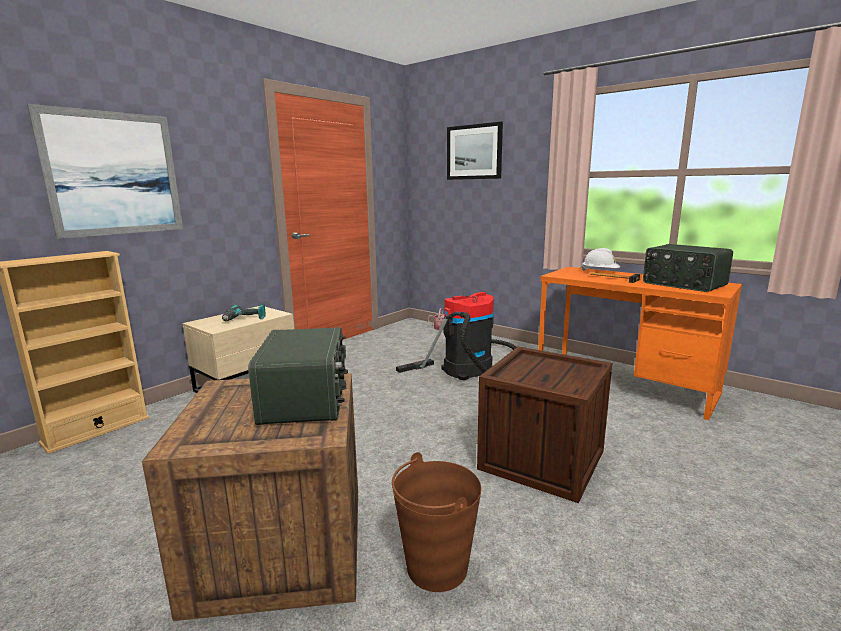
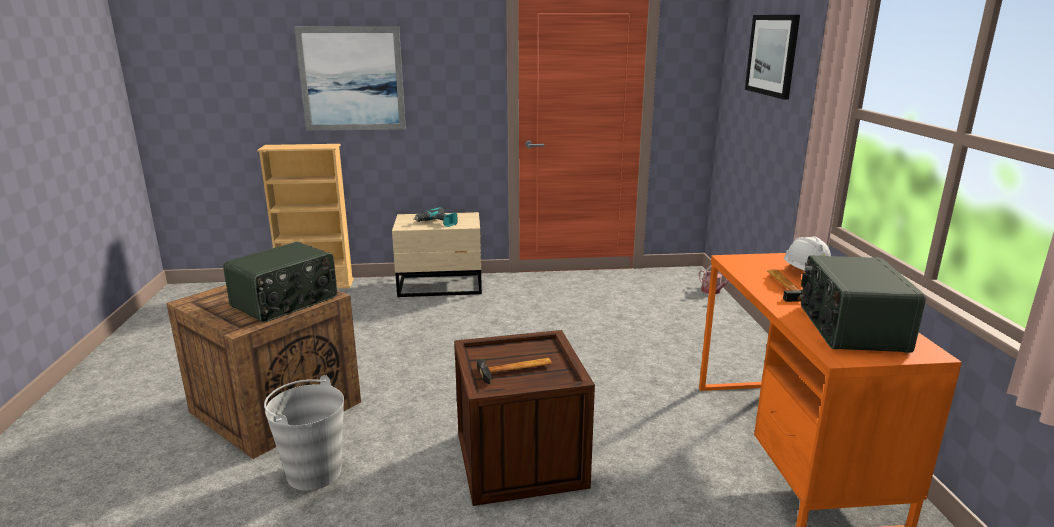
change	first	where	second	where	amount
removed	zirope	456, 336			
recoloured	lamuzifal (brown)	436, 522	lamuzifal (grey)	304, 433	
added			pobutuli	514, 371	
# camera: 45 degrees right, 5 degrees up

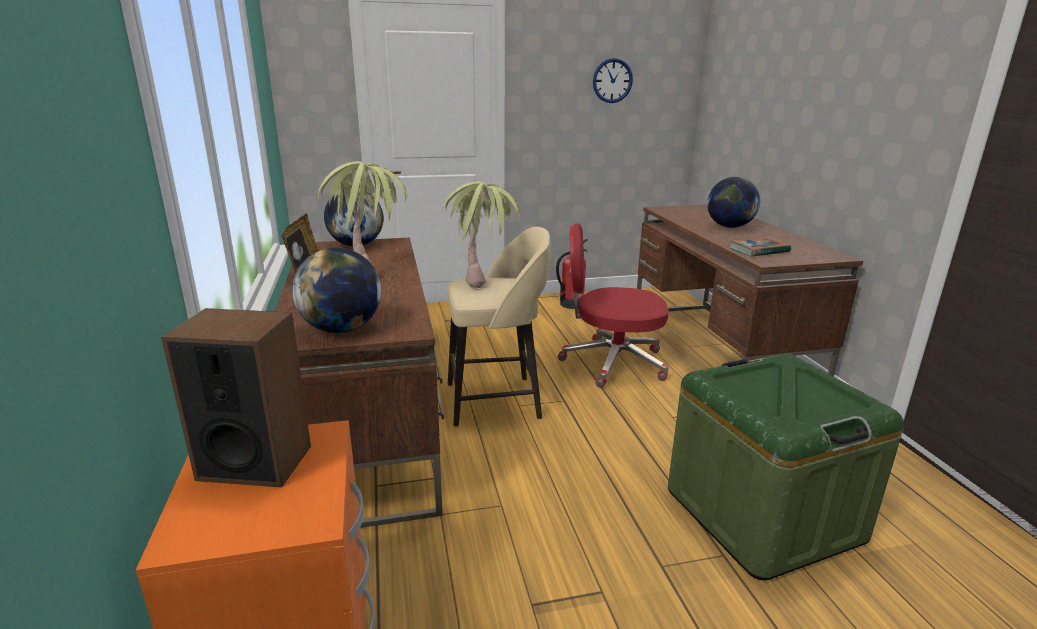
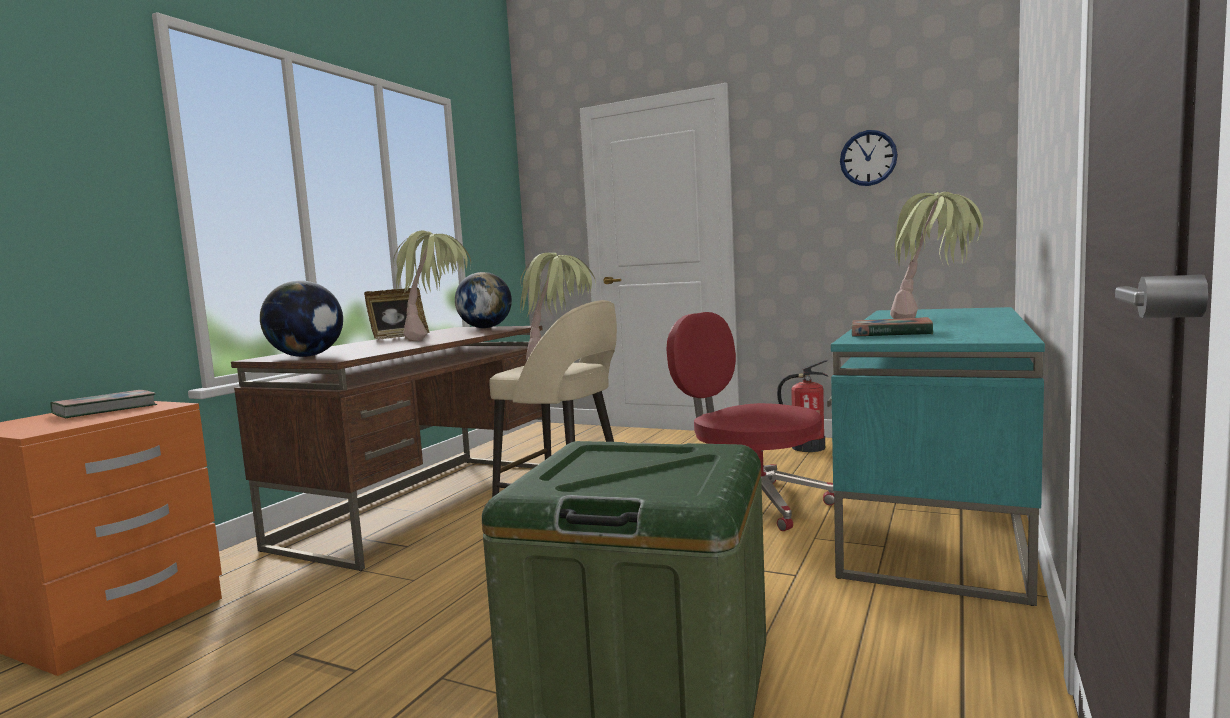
change	first	where	second	where	amount
replaced	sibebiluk	733, 202	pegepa	936, 255	
recoloured	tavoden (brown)	750, 291	tavoden (turquoise)	936, 456	
replaced	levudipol	236, 397	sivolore	103, 404	
# camera: 40 degrees right, 15 degrees down

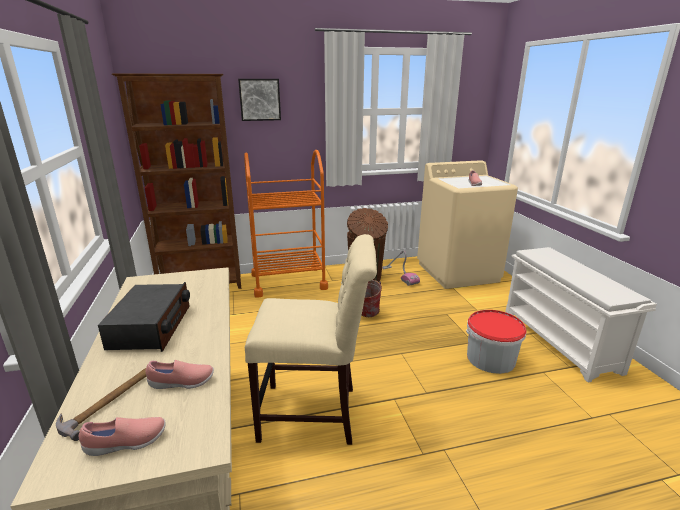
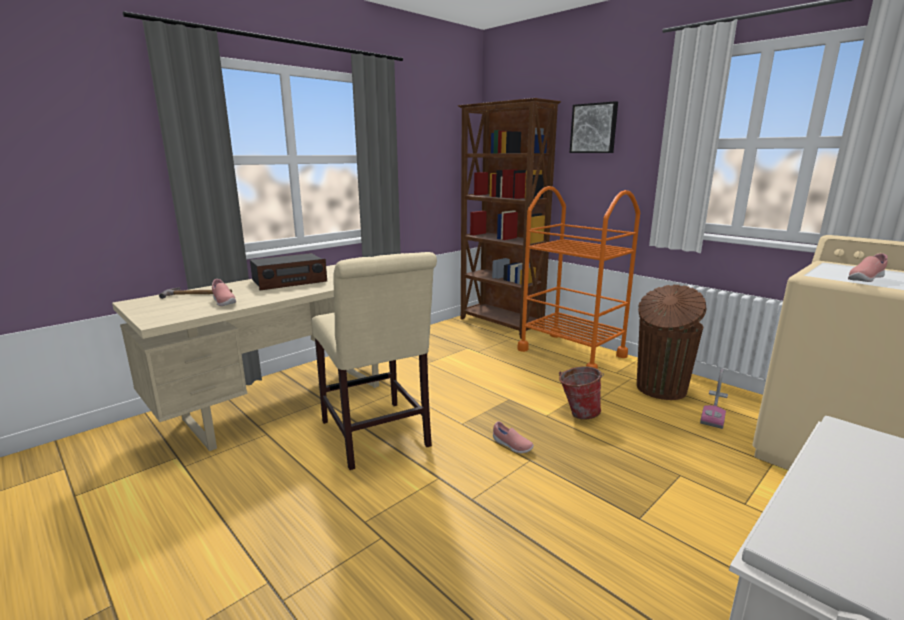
change	first	where	second	where	amount
removed	lamuzifal	496, 342			
moved	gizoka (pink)	122, 436		513, 437	
# camera: 60 degrees right, 5 degrees down

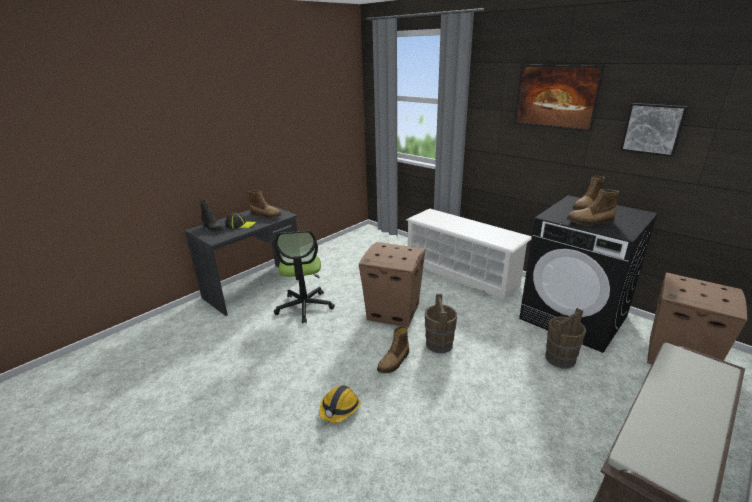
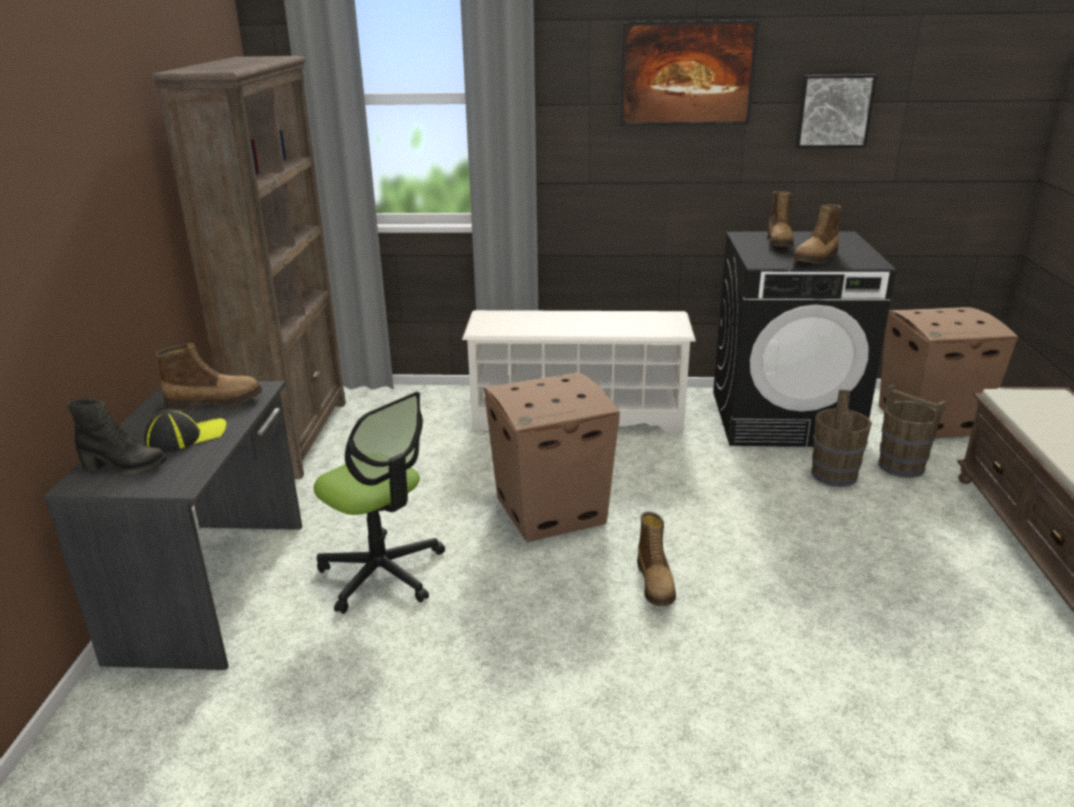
change	first	where	second	where	amount
moved	lamuzifal (brown)	441, 323		912, 431	
removed	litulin	340, 404			
added			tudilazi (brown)	249, 267	
# camera: 40 degrees left, 0 degrees up

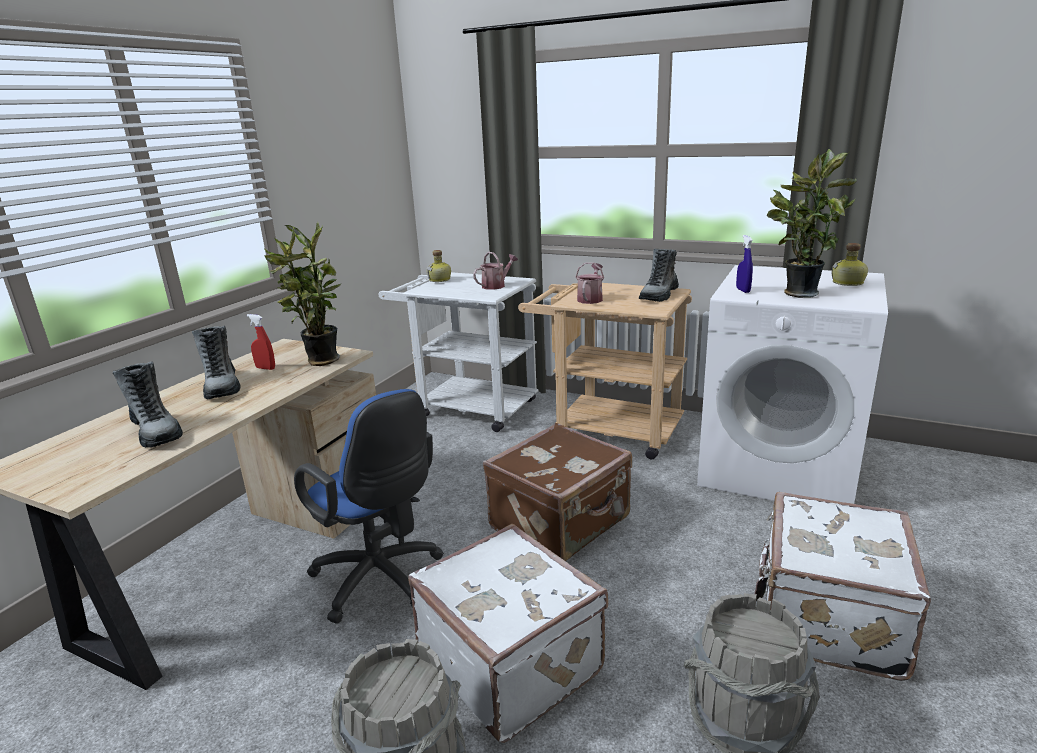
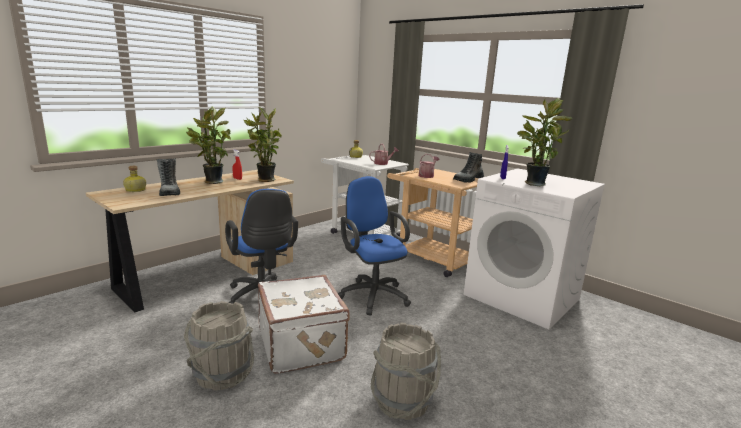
change	first	where	second	where	amount
moved	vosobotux	849, 264		134, 179	
replaced	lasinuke	216, 362	pegepa	208, 145	
replaced	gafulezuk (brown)	557, 492	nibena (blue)	374, 245	
removed	gafulezuk (white)	842, 586			
# camera: 15 degrees right, 5 degrees down

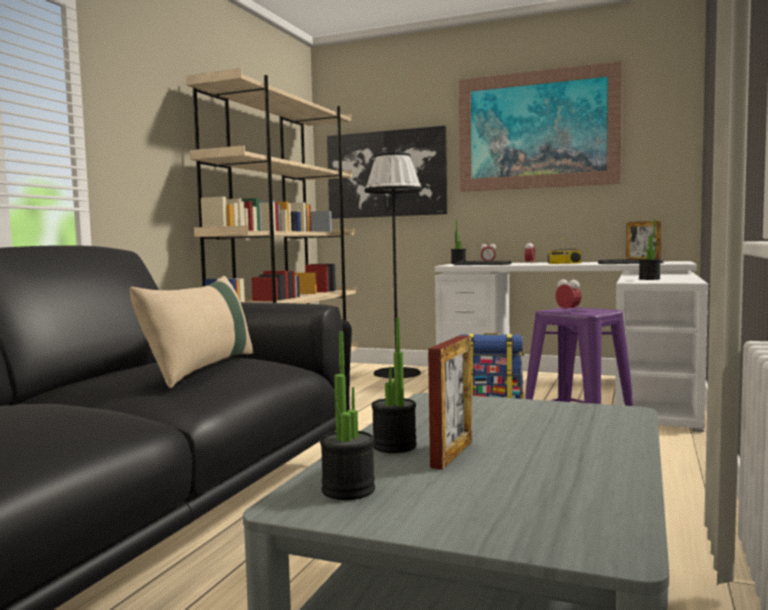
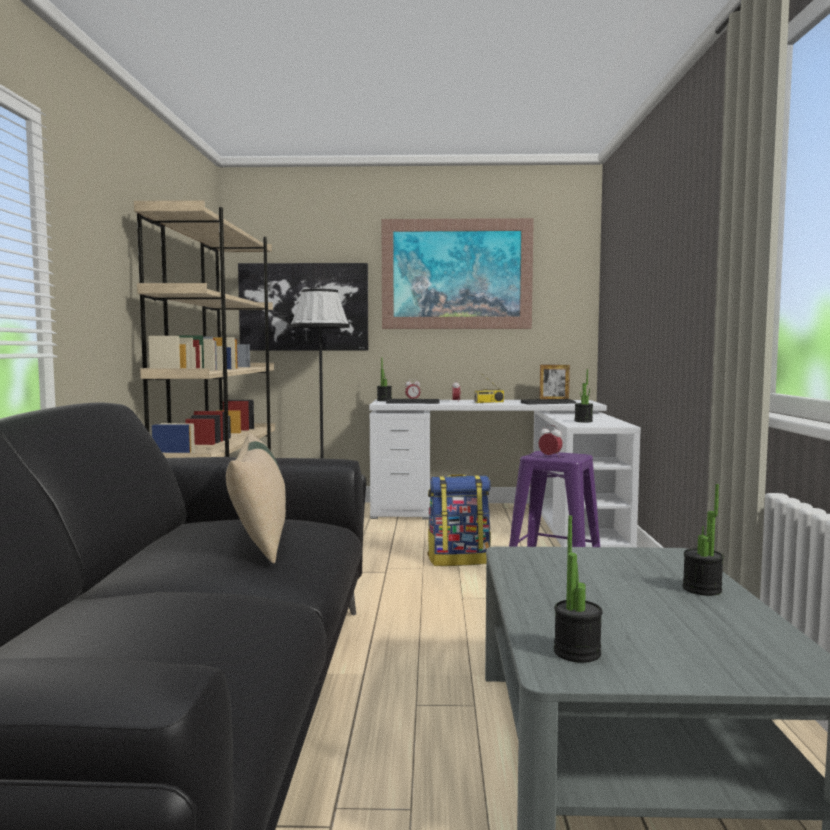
change	first	where	second	where	amount
moved	pegepa	394, 385		703, 540	
removed	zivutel	450, 402			
# camera: 20 degrees left, 0 degrees up

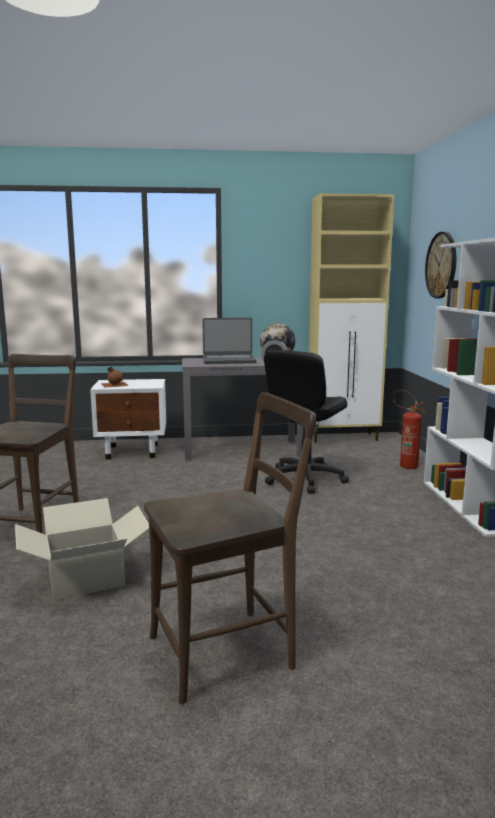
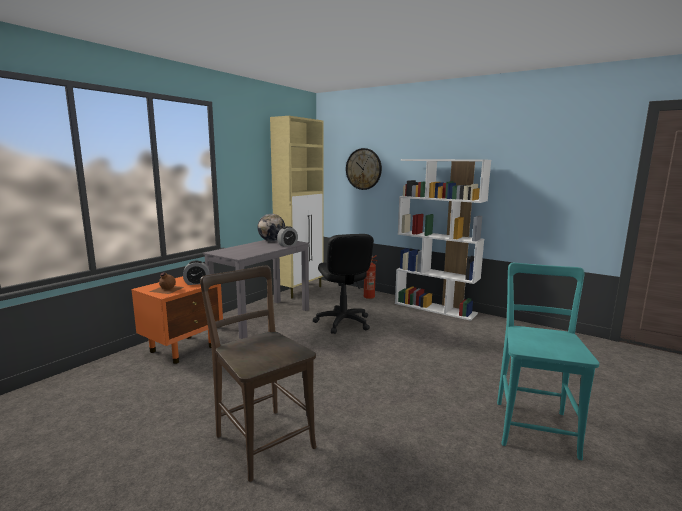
change	first	where	second	where	amount
removed	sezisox	229, 341			
recoloured	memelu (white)	128, 419	memelu (orange)	177, 320	
recoloured	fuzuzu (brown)	230, 548	fuzuzu (turquoise)	548, 361	
removed	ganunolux	82, 549			
added			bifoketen	196, 273	
# camera: 50 degrees left, 0 degrees up

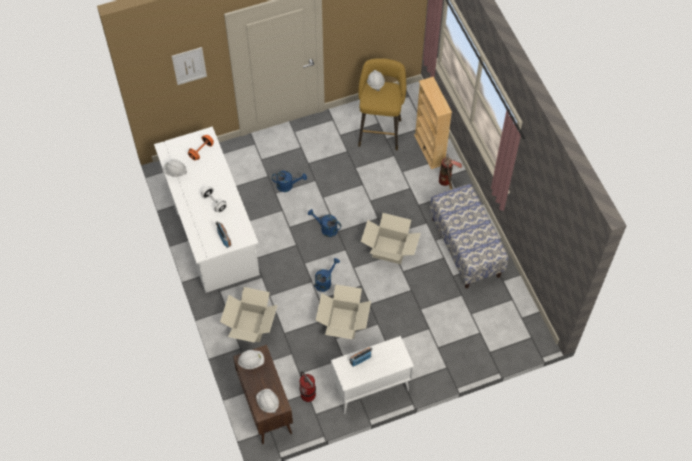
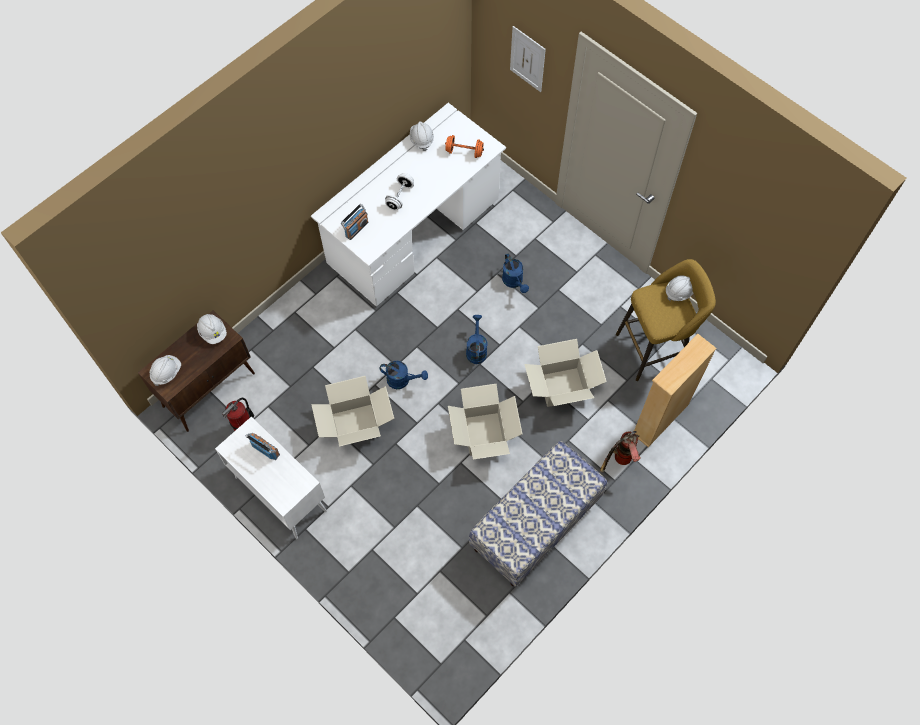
change	first	where	second	where	amount
moved	ganunolux	248, 315		566, 373	
# camera: 65 degrees right, 5 degrees up

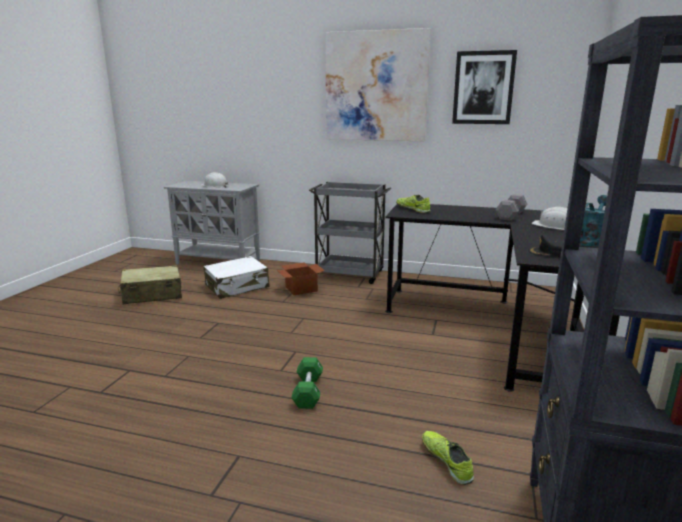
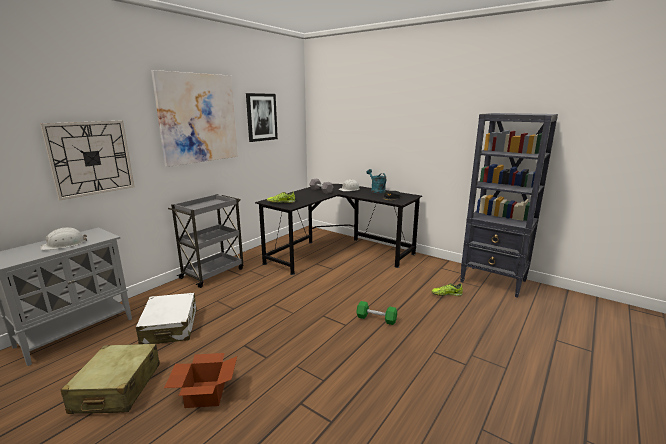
change	first	where	second	where	amount
moved	ganunolux	301, 279		200, 380	
added			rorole	87, 160	
# camera: 70 degrees left, 0 degrees up

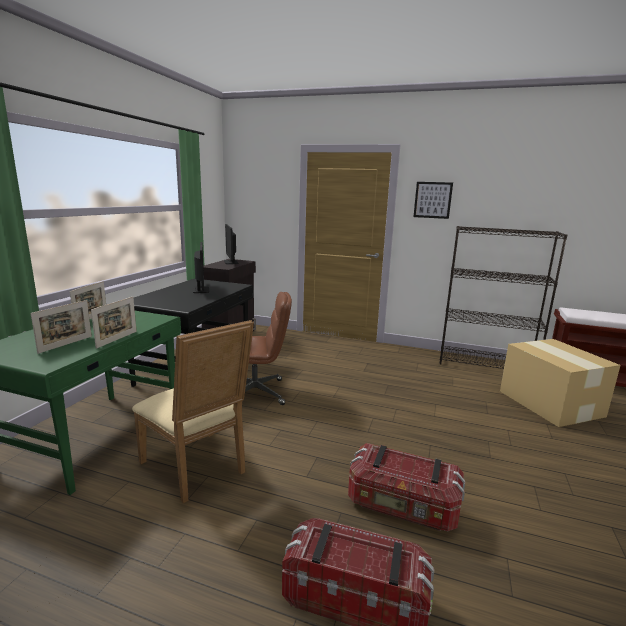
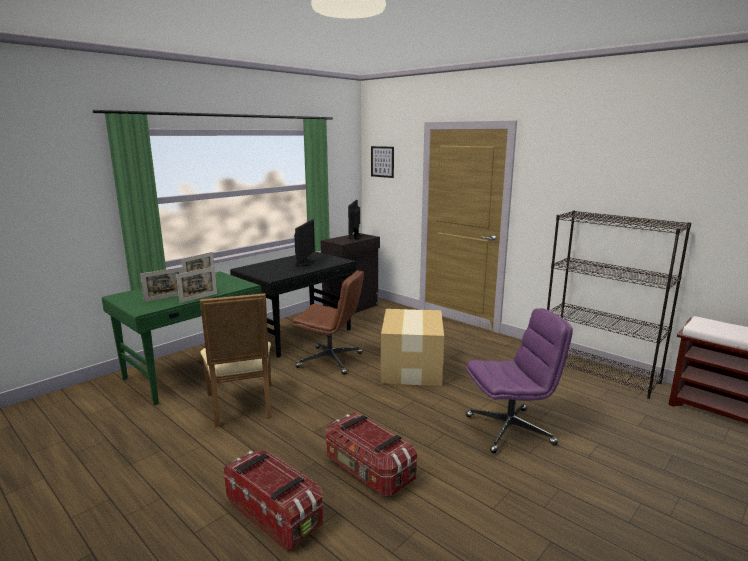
change	first	where	second	where	amount
moved	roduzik	433, 200		382, 162	
moved	ganunolux	560, 383		412, 347	
added			nibena (purple)	519, 380	
# camera: 25 degrees right, 0 degrees up

